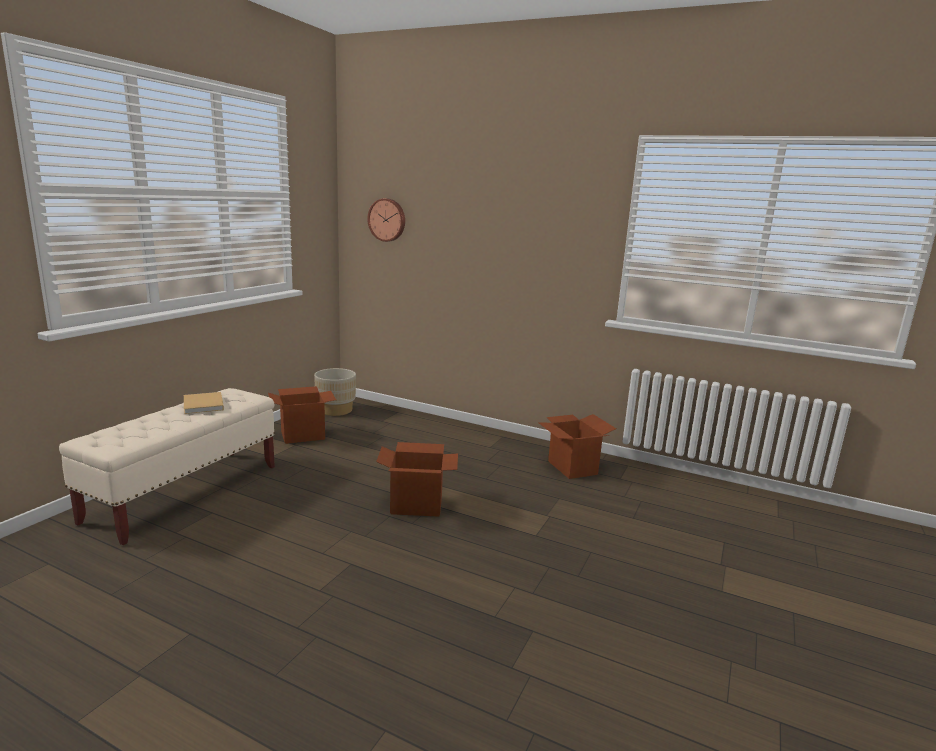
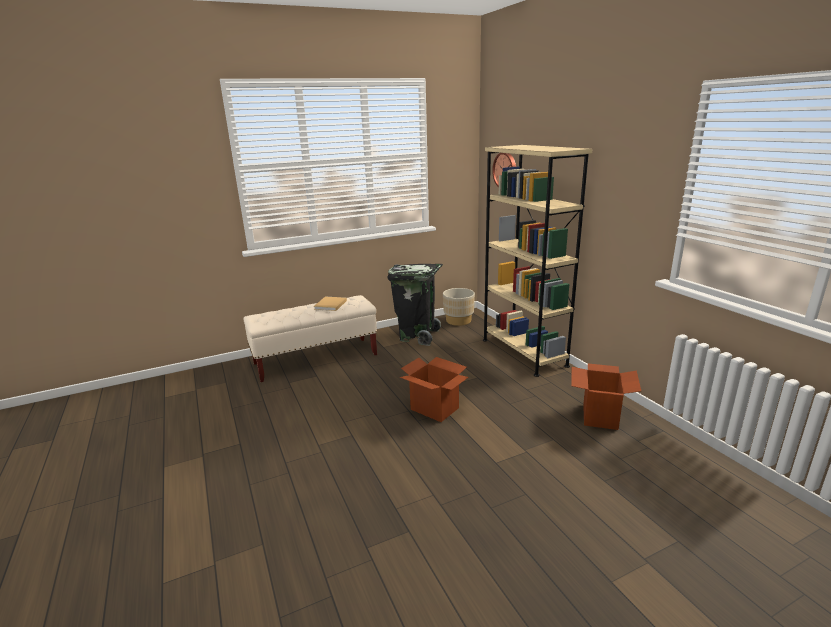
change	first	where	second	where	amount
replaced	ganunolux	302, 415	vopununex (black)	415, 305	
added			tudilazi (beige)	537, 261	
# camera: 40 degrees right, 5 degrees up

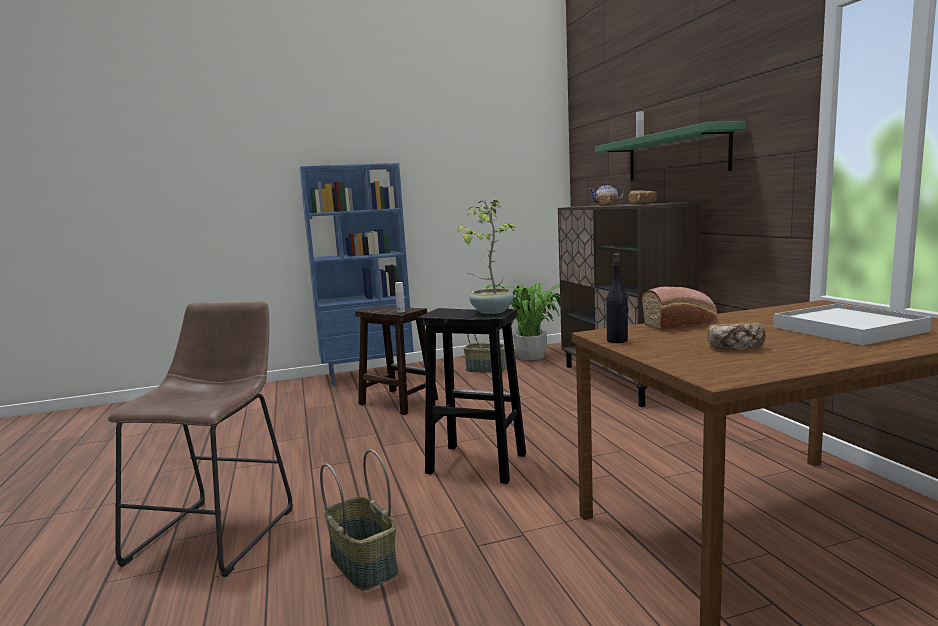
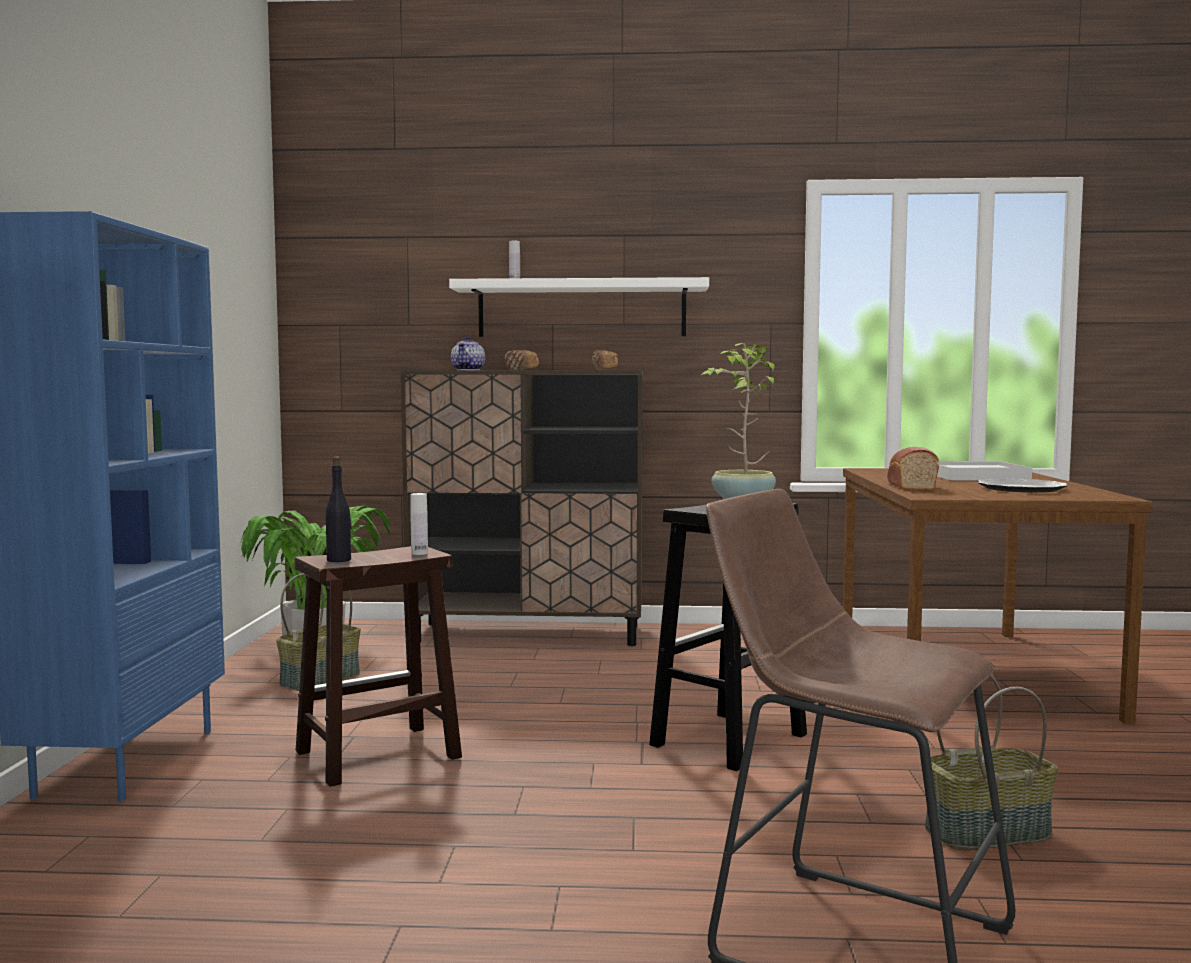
change	first	where	second	where	amount
recoloured	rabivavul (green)	670, 150	rabivavul (white)	579, 307	
moved	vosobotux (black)	617, 298		338, 509	
replaced	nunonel	736, 336	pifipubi	1022, 486	
# camera: 70 degrees left, 5 degrees down

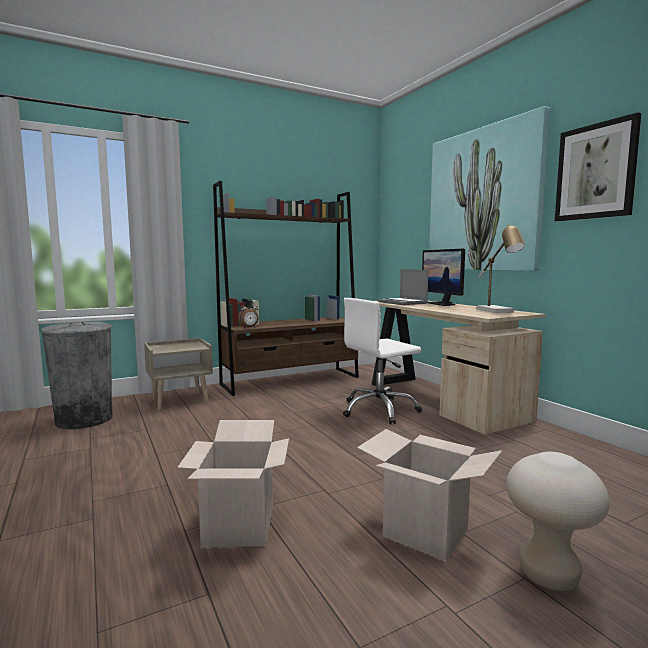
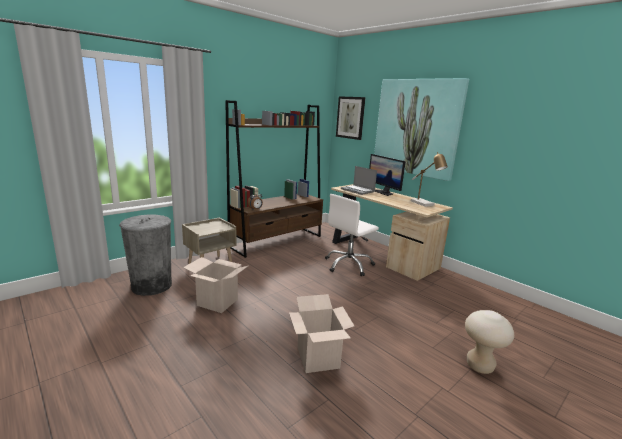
change	first	where	second	where	amount
moved	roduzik	598, 166		350, 118	
moved	ganunolux	429, 495		215, 285	
# camera: 15 degrees left, 10 degrees up

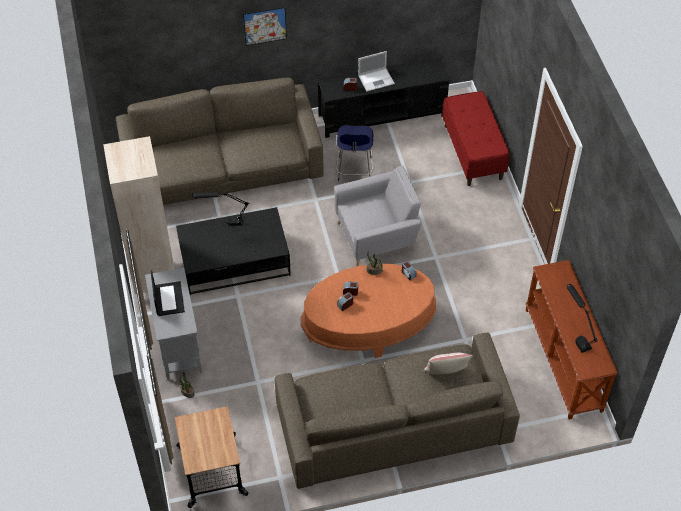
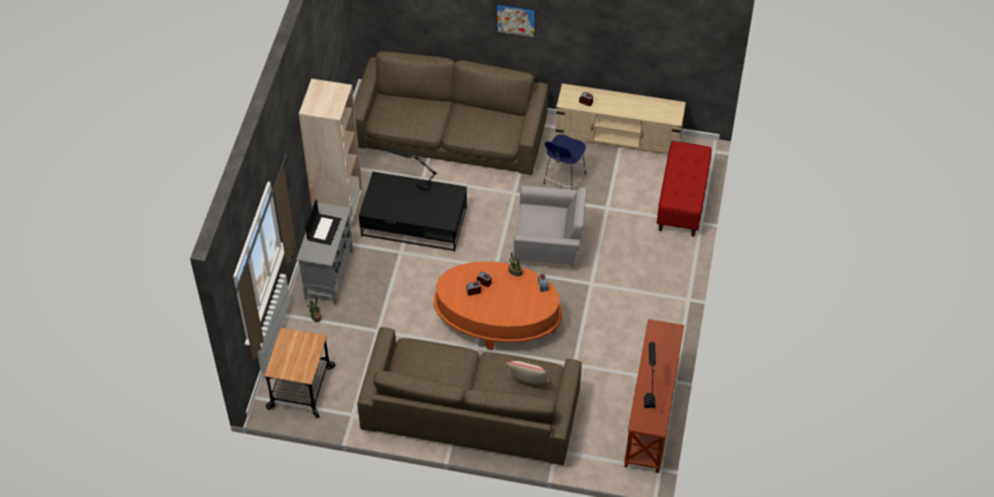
change	first	where	second	where	amount
removed	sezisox	376, 71			
recoloured	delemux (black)	383, 98	delemux (beige)	620, 119	
# camera: 25 degrees right, 0 degrees up

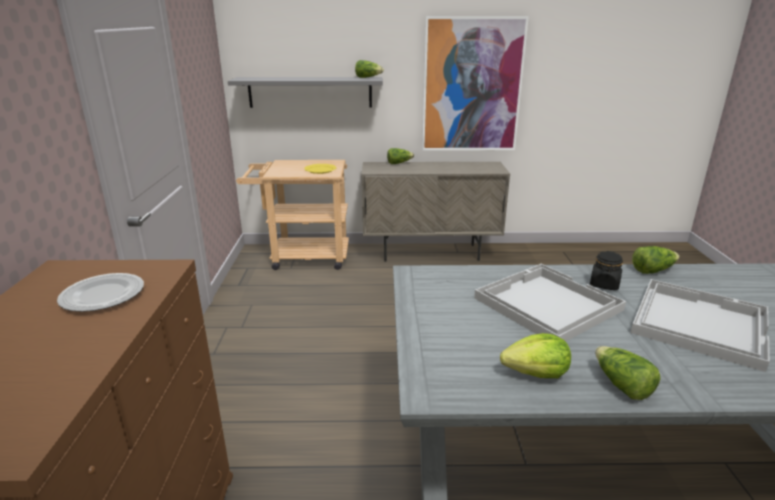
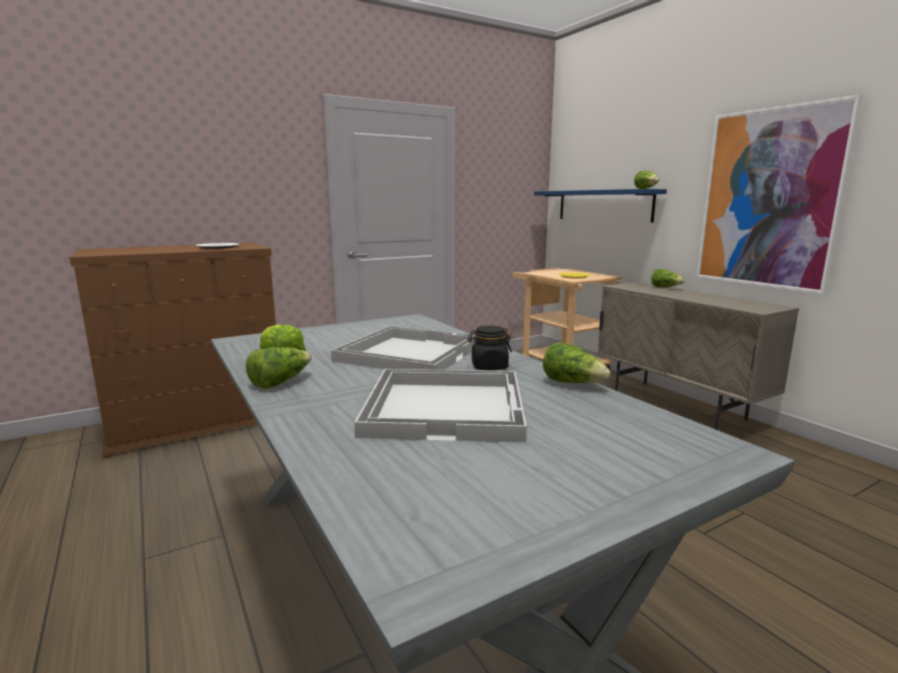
change	first	where	second	where	amount
recoloured	rabivavul (grey)	305, 92	rabivavul (blue)	600, 206	
# camera: 60 degrees right, 10 degrees down

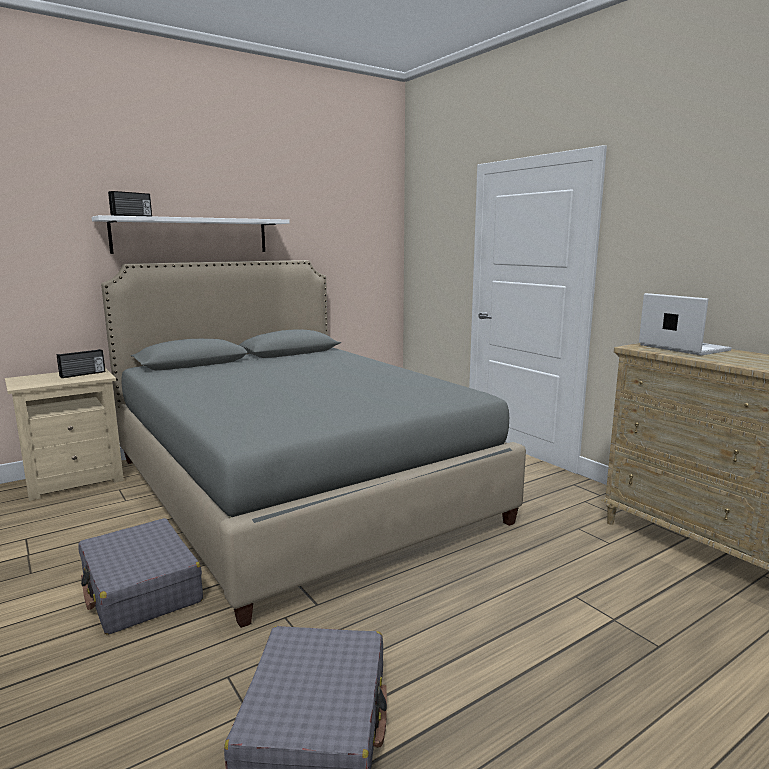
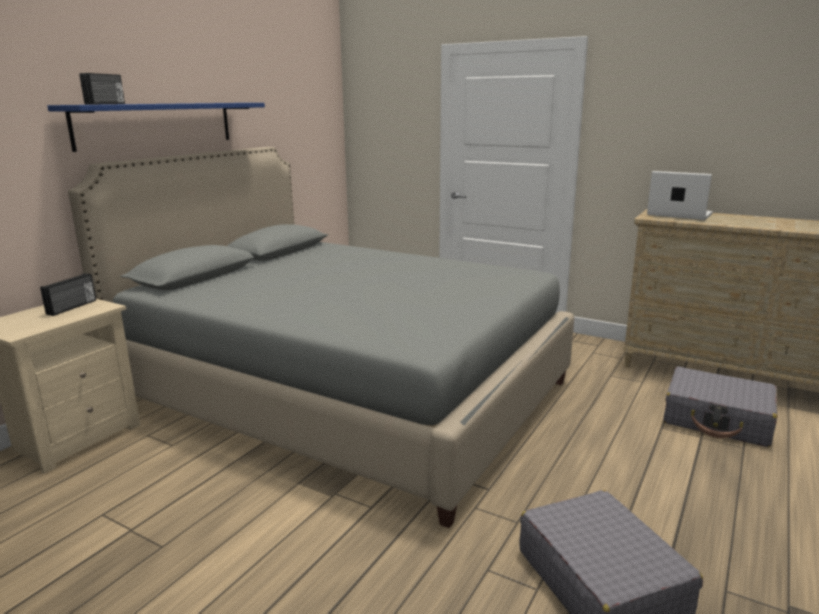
change	first	where	second	where	amount
recoloured	rabivavul (white)	191, 234	rabivavul (blue)	156, 127	
moved	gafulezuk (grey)	140, 576		720, 406	
# camera: 25 degrees left, 5 degrees up

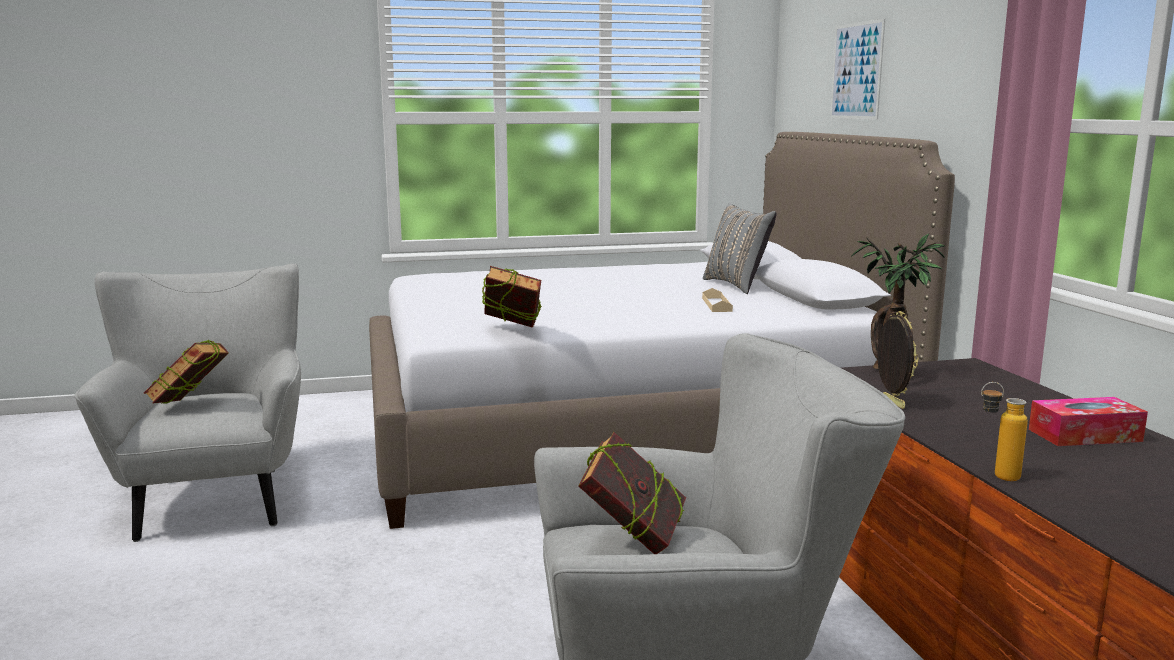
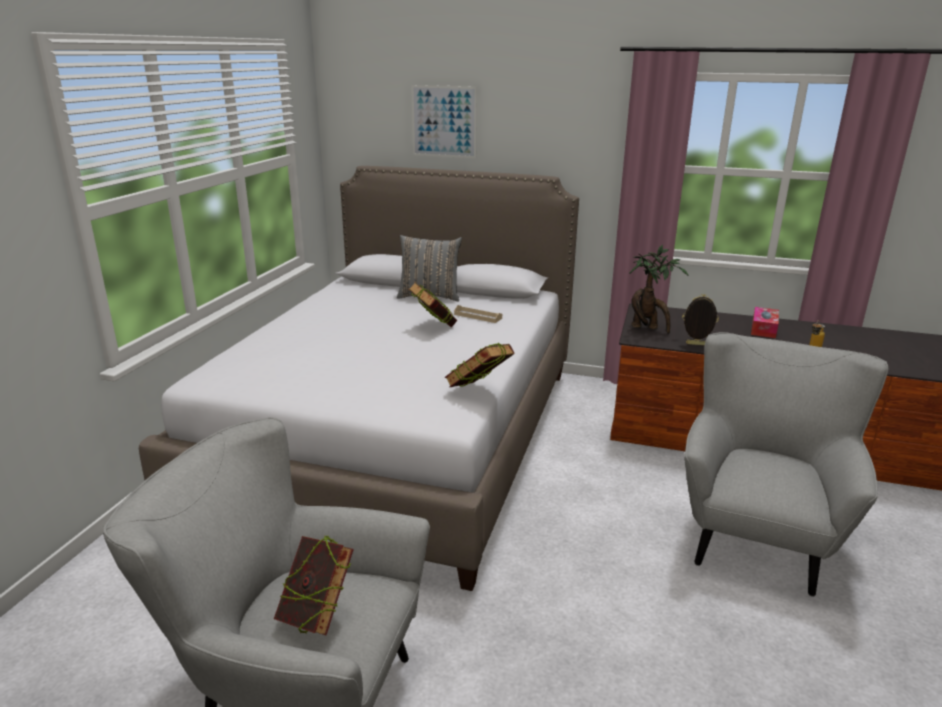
change	first	where	second	where	amount
moved	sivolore	632, 493		432, 304	
# camera: 60 degrees left, 10 degrees up

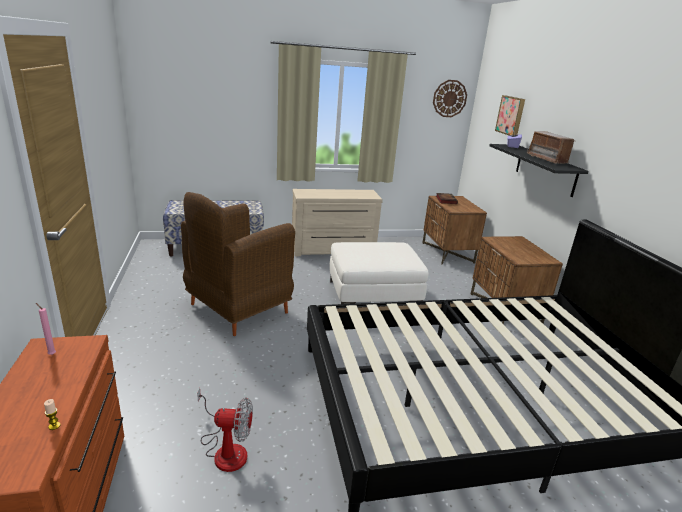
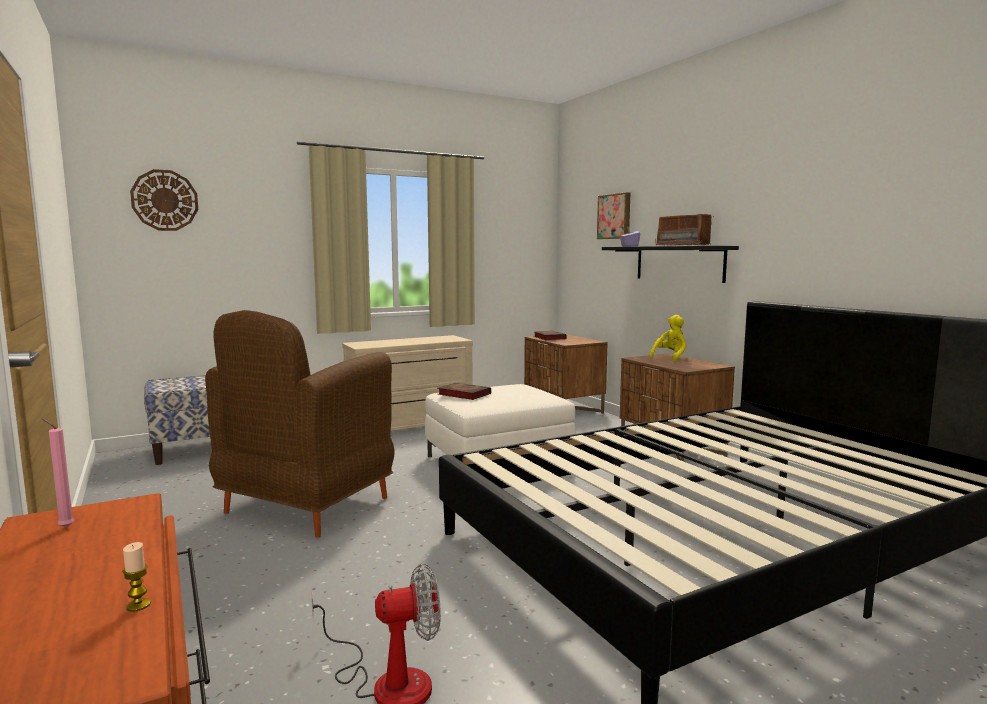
change	first	where	second	where	amount
moved	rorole	450, 98		164, 200	
added			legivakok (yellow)	668, 338	
added			sivolore	464, 391	
# camera: 15 degrees left, 15 degrees down

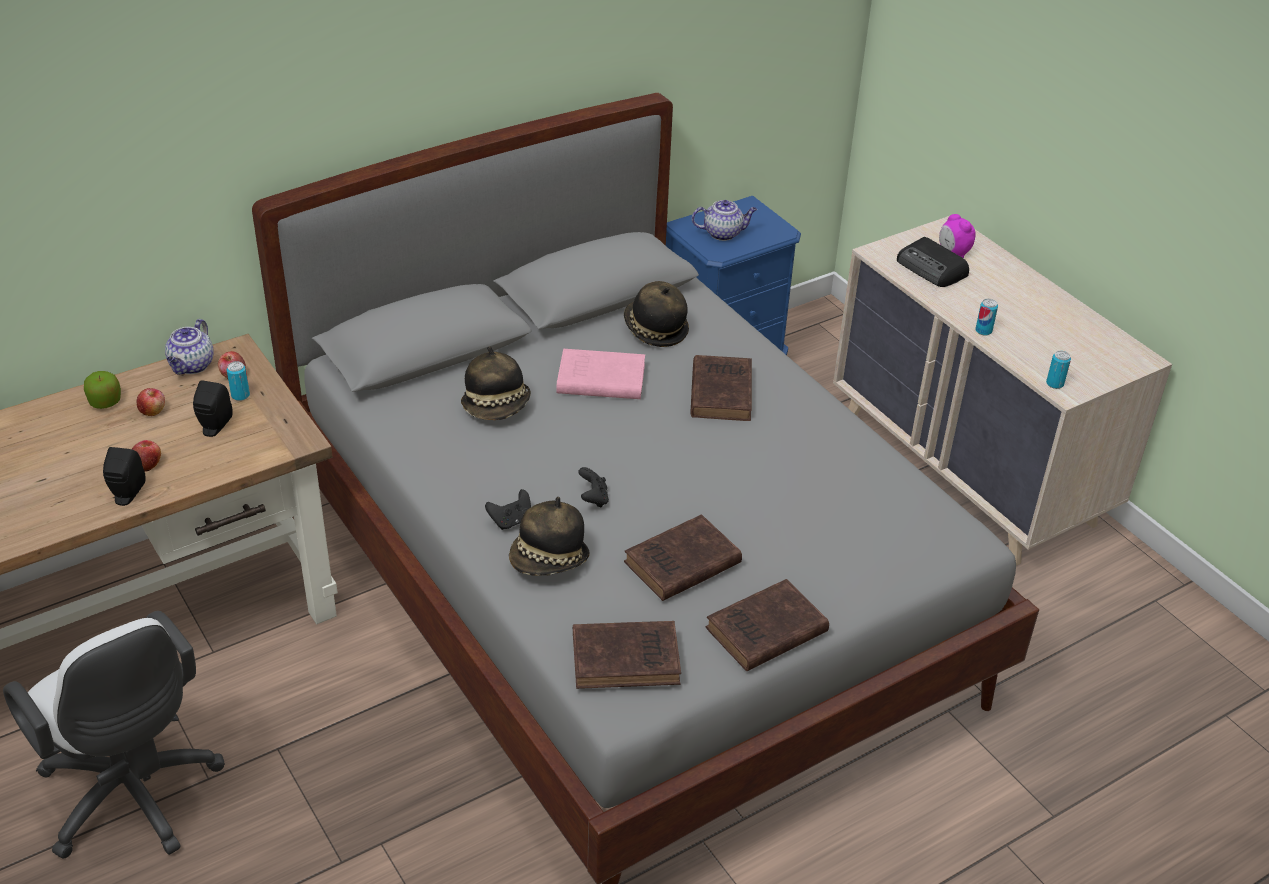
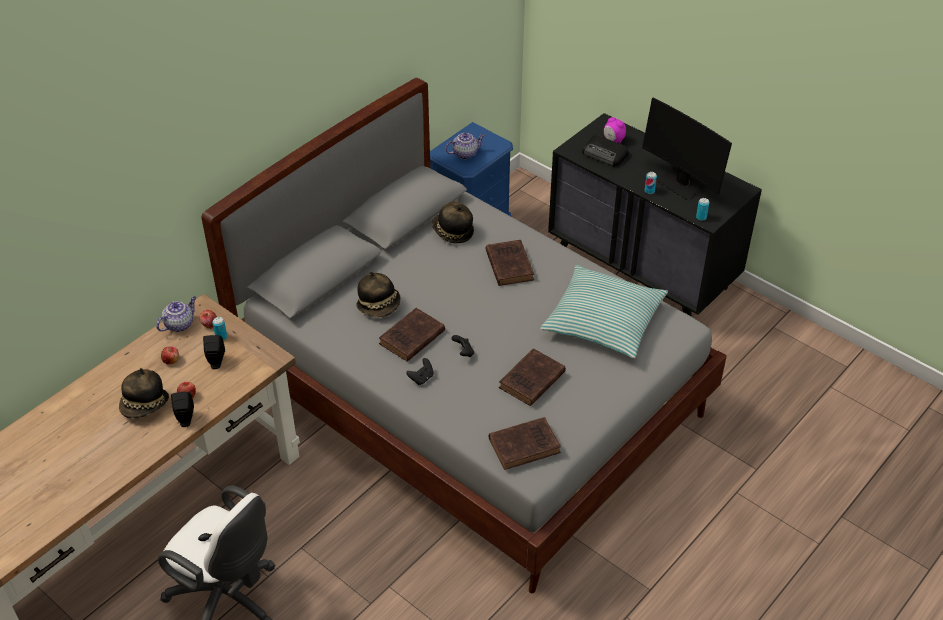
change	first	where	second	where	amount
recoloured	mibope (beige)	1002, 391	mibope (black)	655, 215	
turned	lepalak	189, 347		176, 314	135 degrees counterclockwise
removed	sivolore (pink)	600, 374			
removed	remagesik	102, 390			
moved	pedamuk	549, 536		144, 393	
moved	sivolore (brown)	767, 625		412, 335	
added			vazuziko	687, 149	
added			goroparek	604, 311	
# camera: 15 degrees left, 5 degrees up

